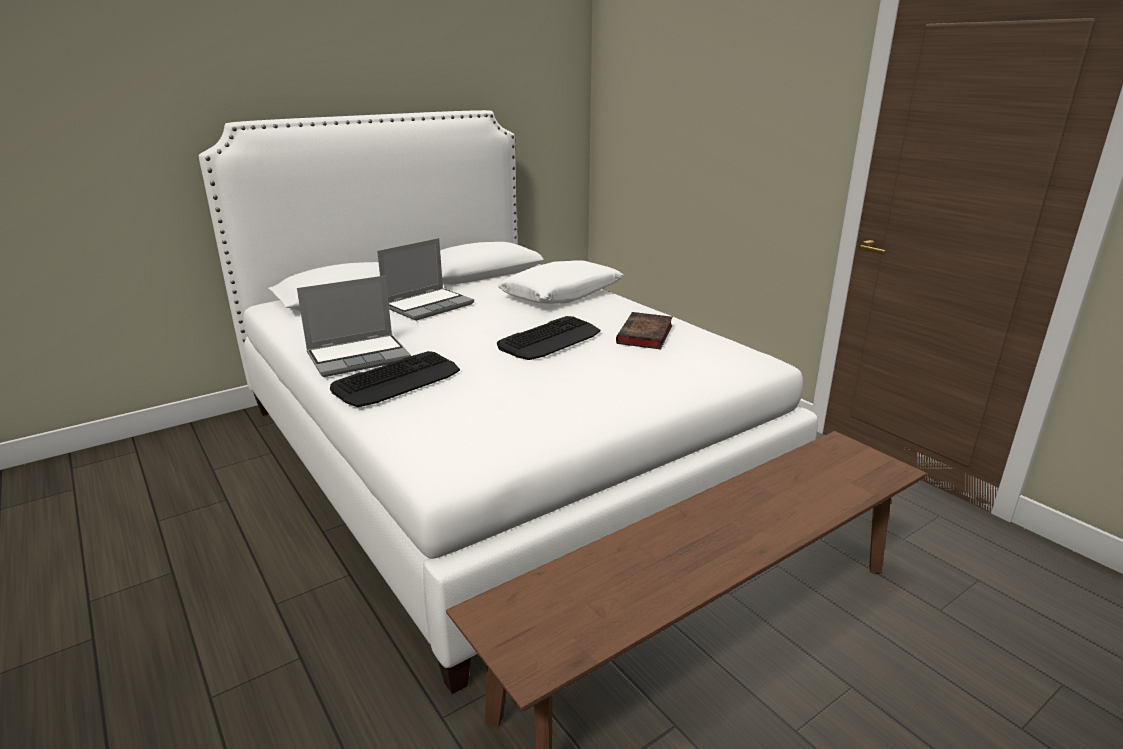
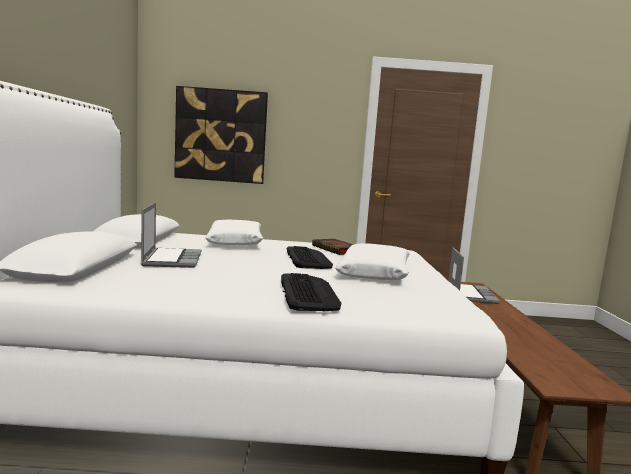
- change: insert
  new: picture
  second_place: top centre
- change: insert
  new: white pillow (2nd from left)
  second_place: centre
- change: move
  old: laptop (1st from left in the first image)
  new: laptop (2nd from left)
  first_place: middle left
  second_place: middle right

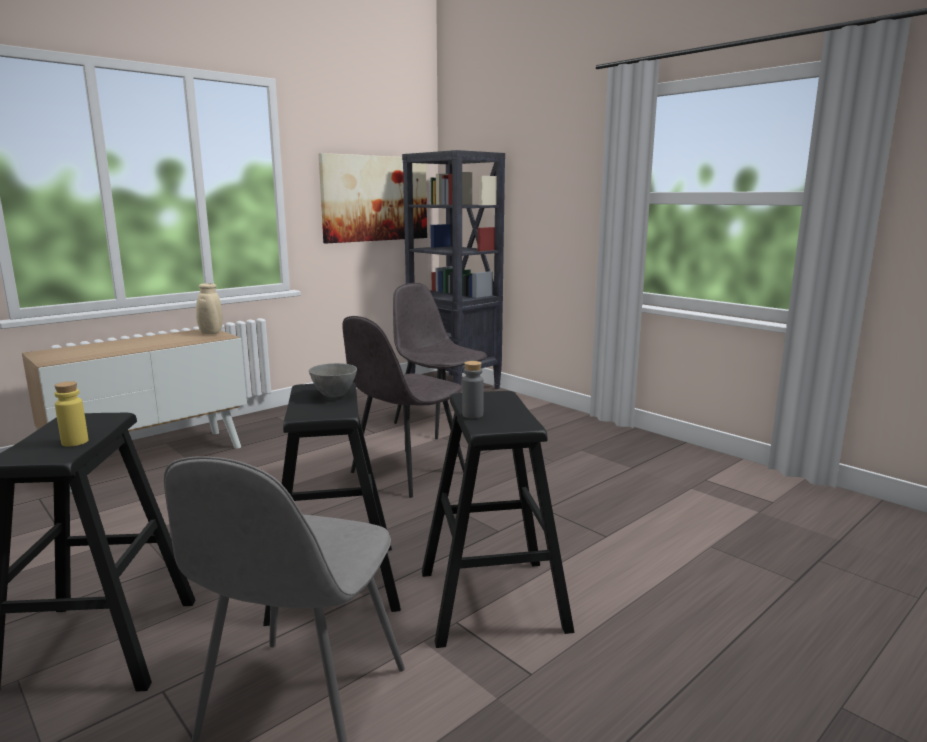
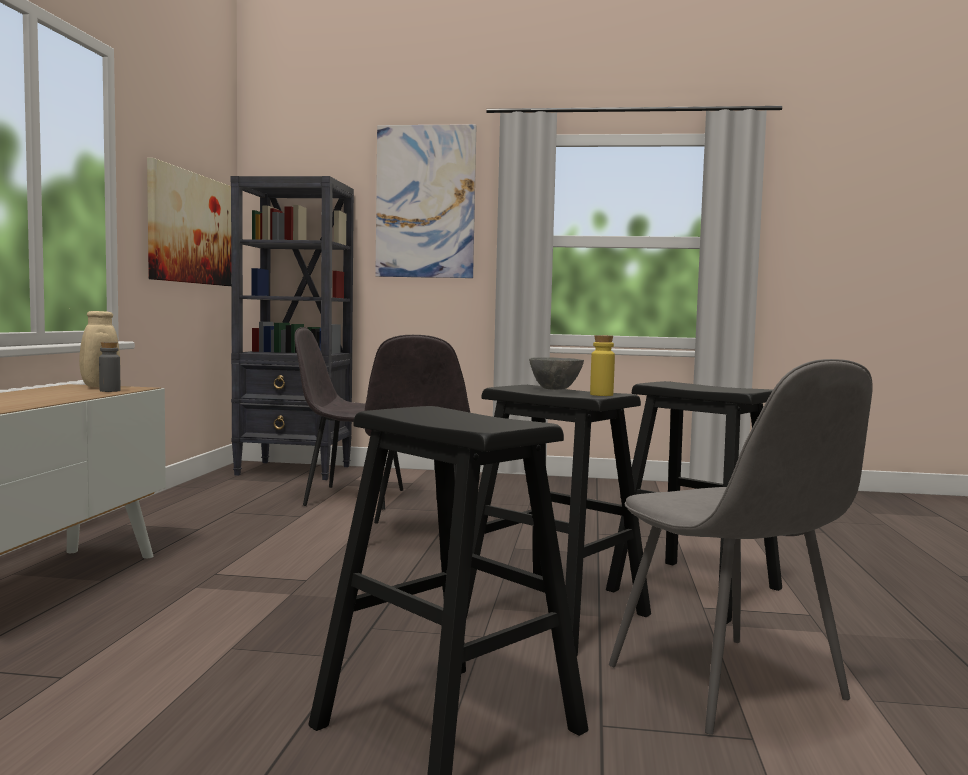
- change: insert
  new: picture (2nd from left)
  second_place: top centre
- change: move
  old: yellow bottle
  first_place: middle left
  second_place: centre
- change: move
  old: grey bottle
  first_place: centre
  second_place: middle left

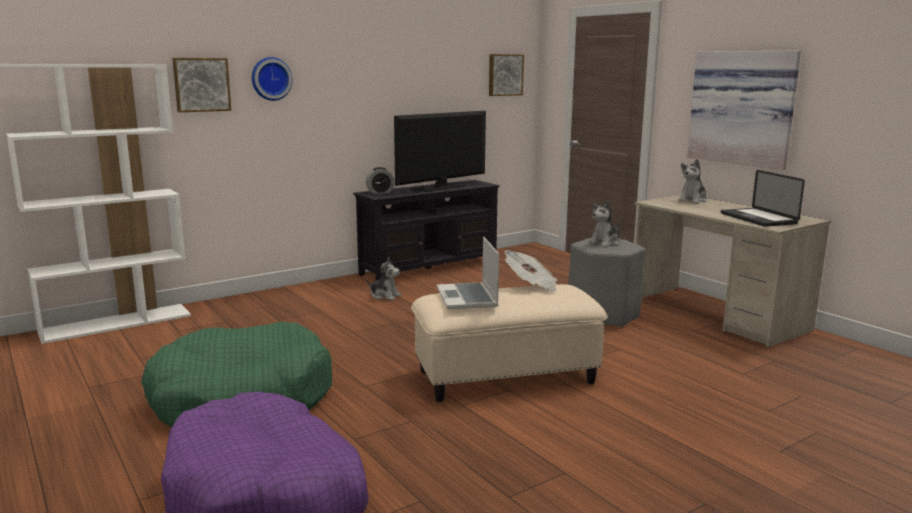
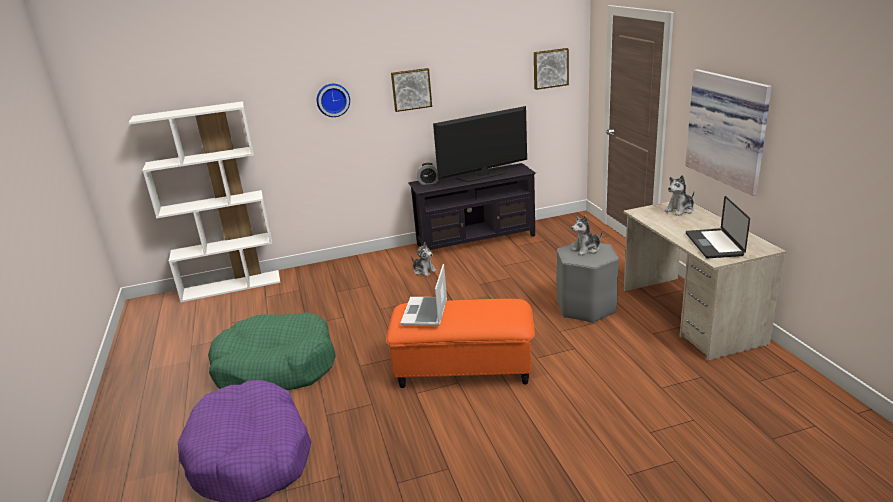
- change: delete
  old: newspaper
  first_place: centre
- change: move
  old: picture (1st from left)
  first_place: top left
  second_place: top centre
- change: recolor
  old: beige ottoman
  new: orange ottoman
  first_place: bottom centre
  second_place: bottom centre

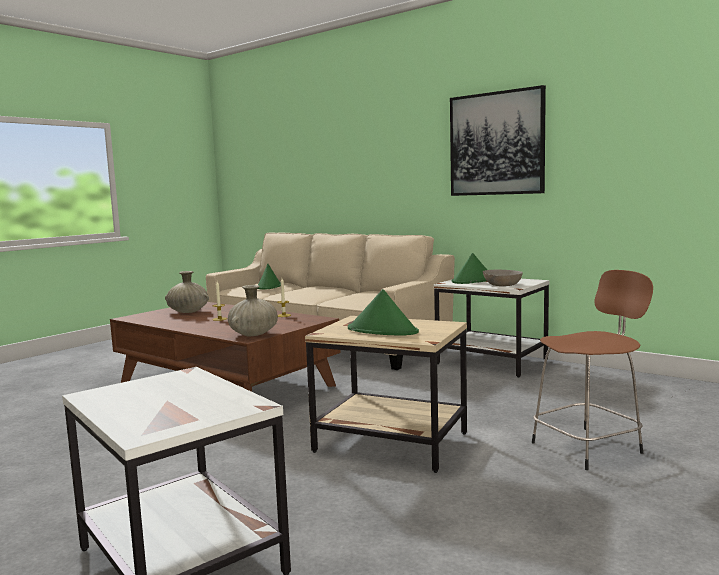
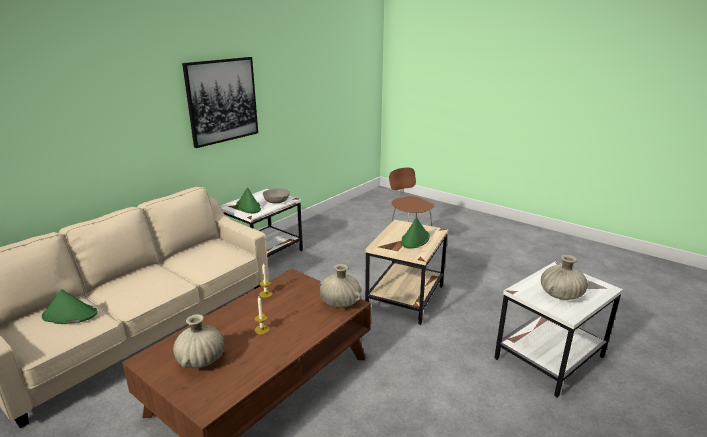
- change: insert
  new: beige vase (3rd from left)
  second_place: middle right

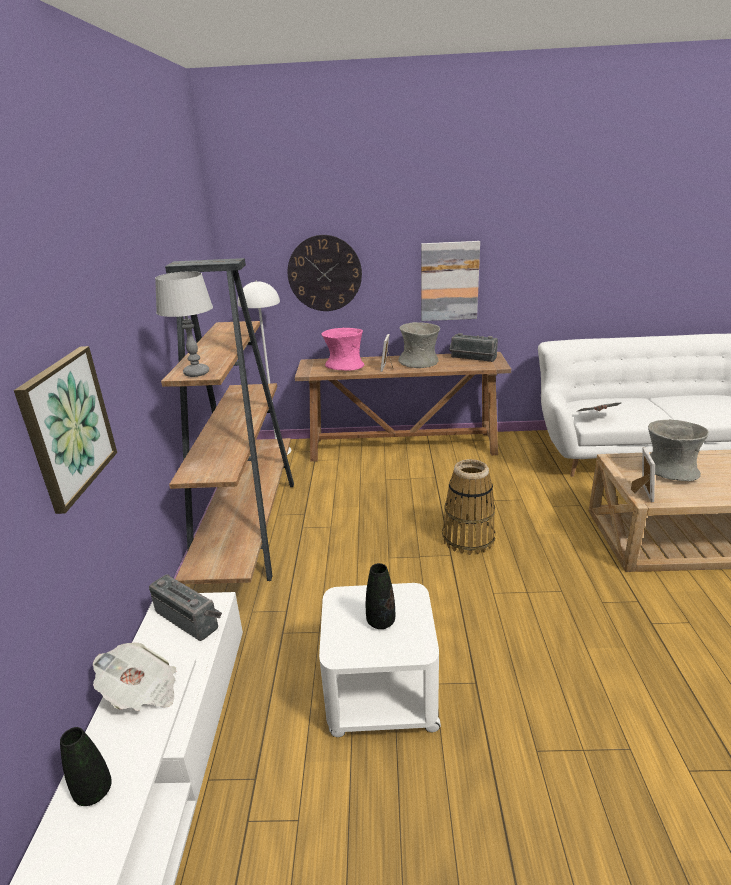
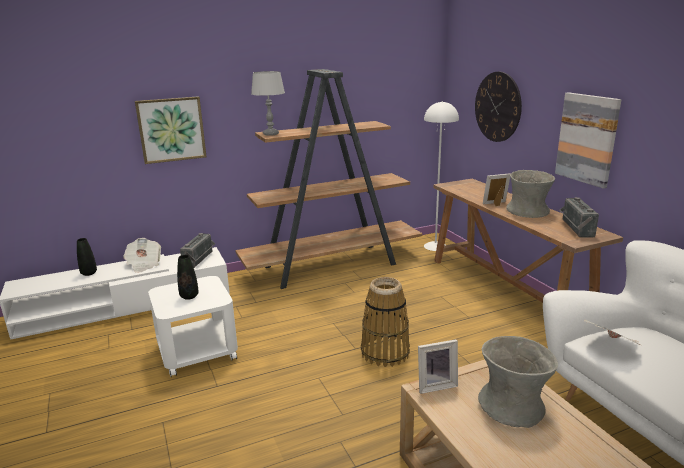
- change: delete
  old: pink vase
  first_place: centre

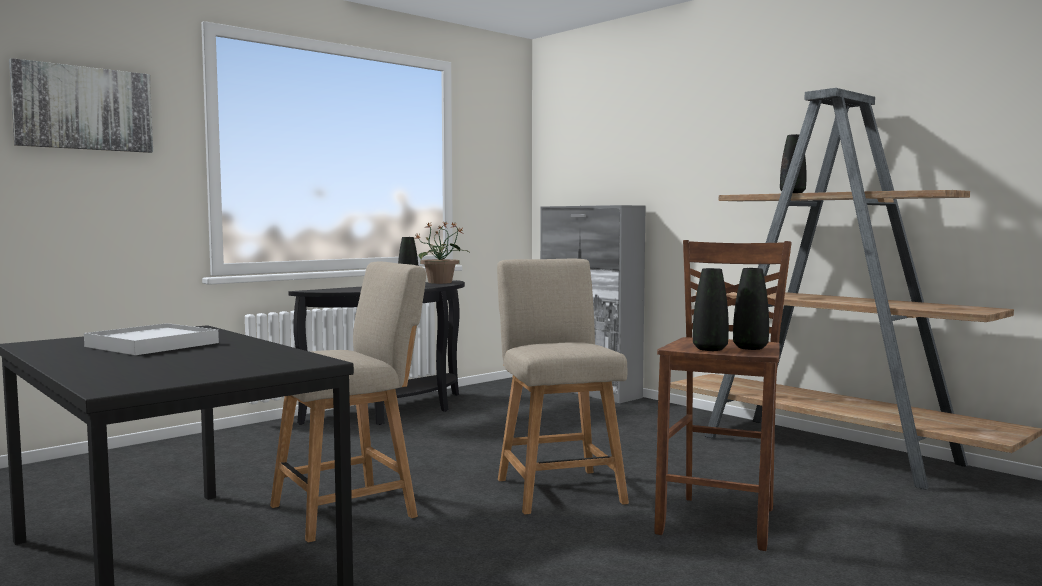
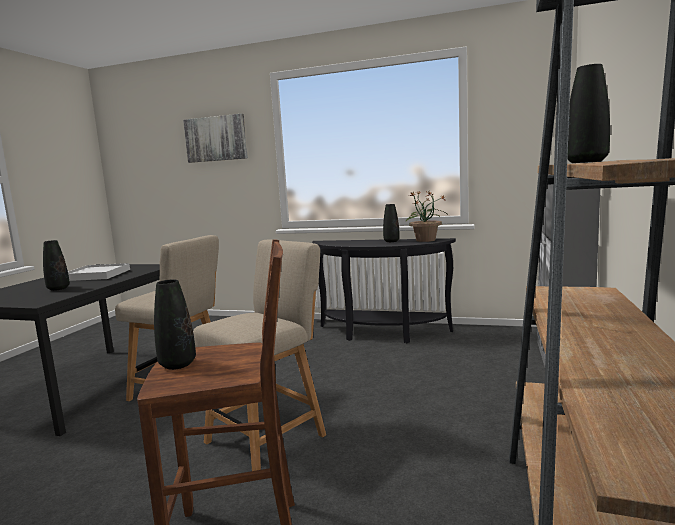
- change: move
  old: black vase (3rd from left in the first image)
  new: black vase (1st from left)
  first_place: middle right
  second_place: middle left

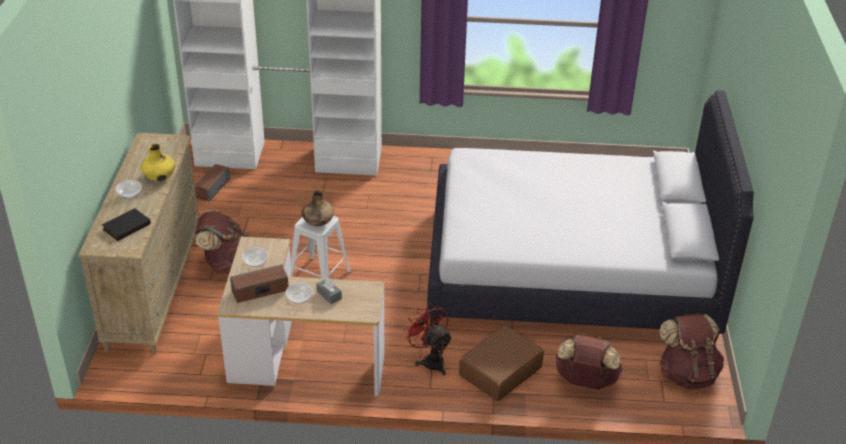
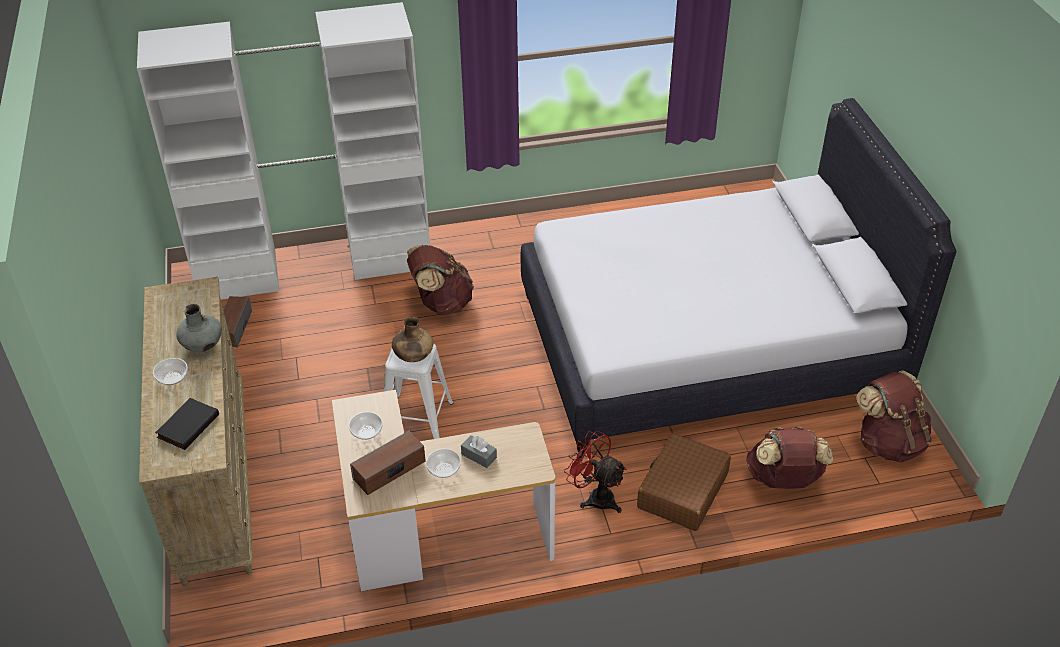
- change: move
  old: brown backpack (1st from left)
  first_place: middle left
  second_place: centre
- change: recolor
  old: yellow vase
  new: grey vase
  first_place: middle left
  second_place: middle left

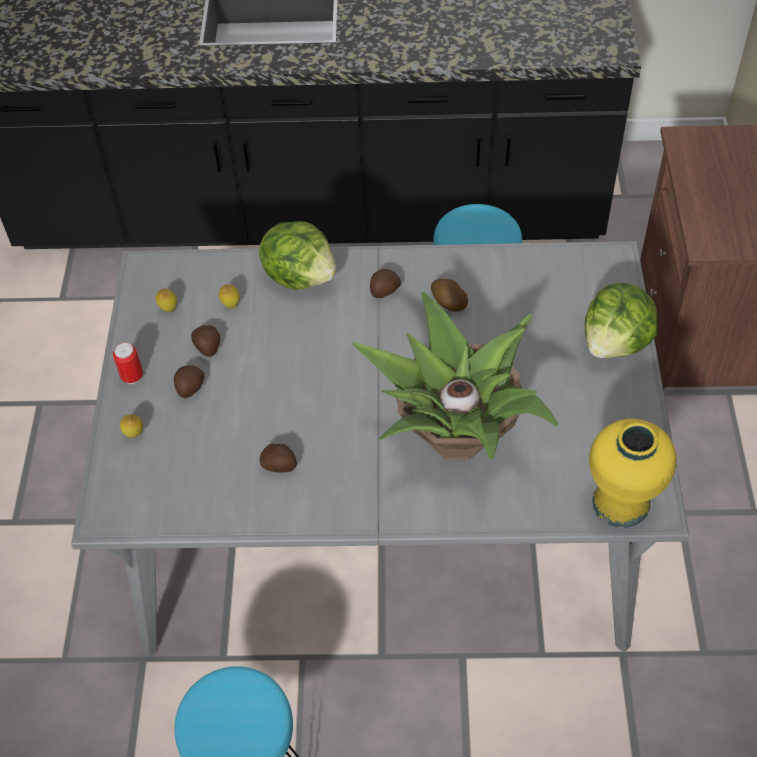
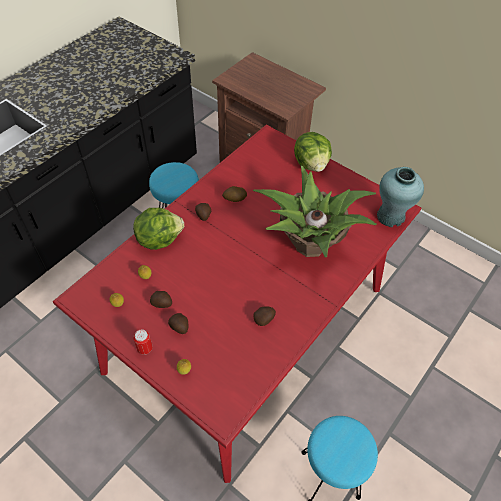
- change: recolor
  old: grey dining table
  new: red dining table
  first_place: centre
  second_place: centre
- change: recolor
  old: yellow vase
  new: turquoise vase
  first_place: middle right
  second_place: middle right

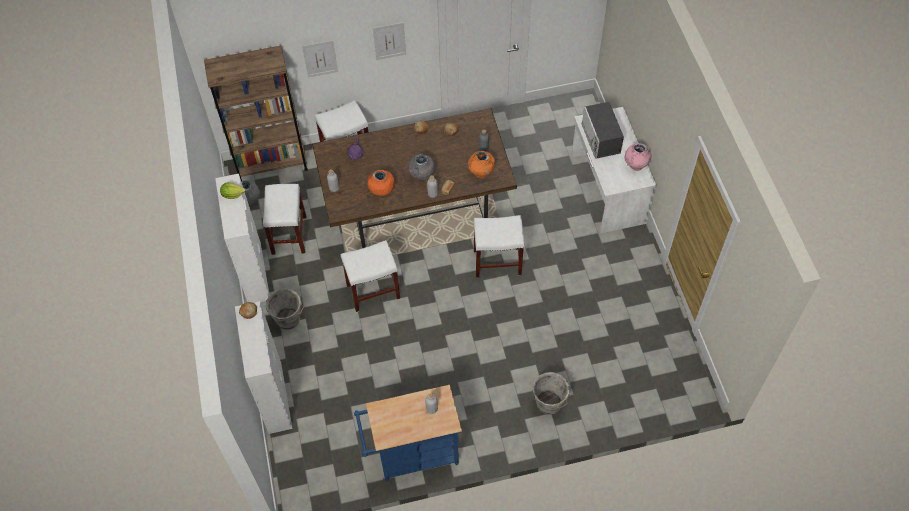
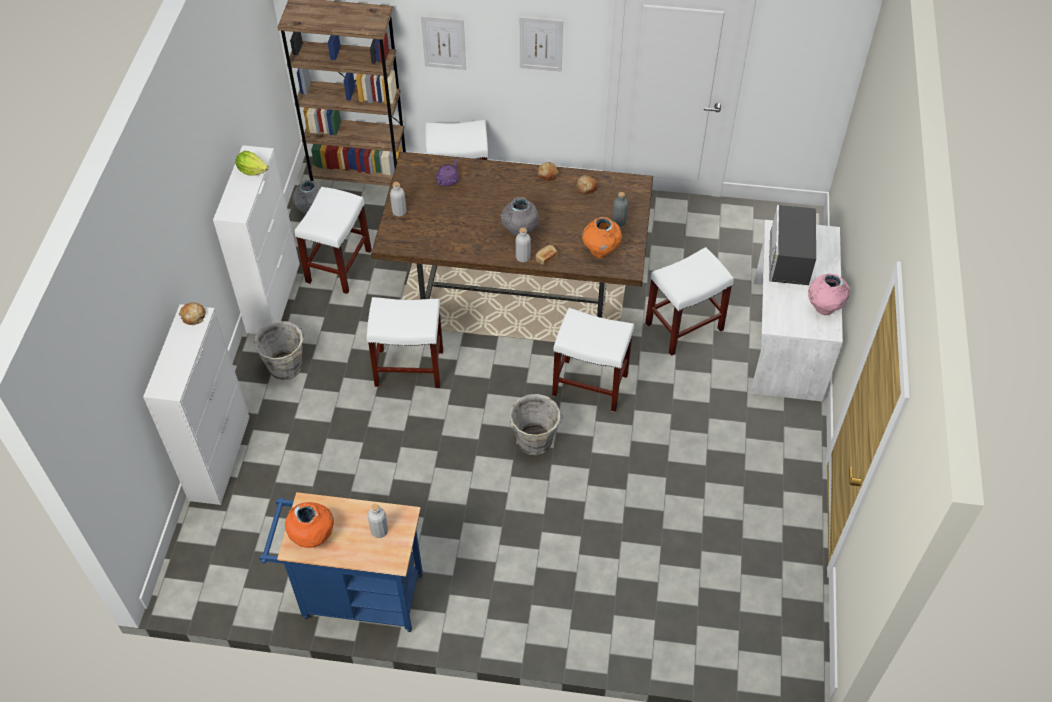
- change: insert
  new: white stool (5th from left)
  second_place: centre
- change: move
  old: orange vase (1st from left)
  first_place: centre
  second_place: bottom left
- change: move
  old: grey bucket (2nd from left)
  first_place: bottom centre
  second_place: centre

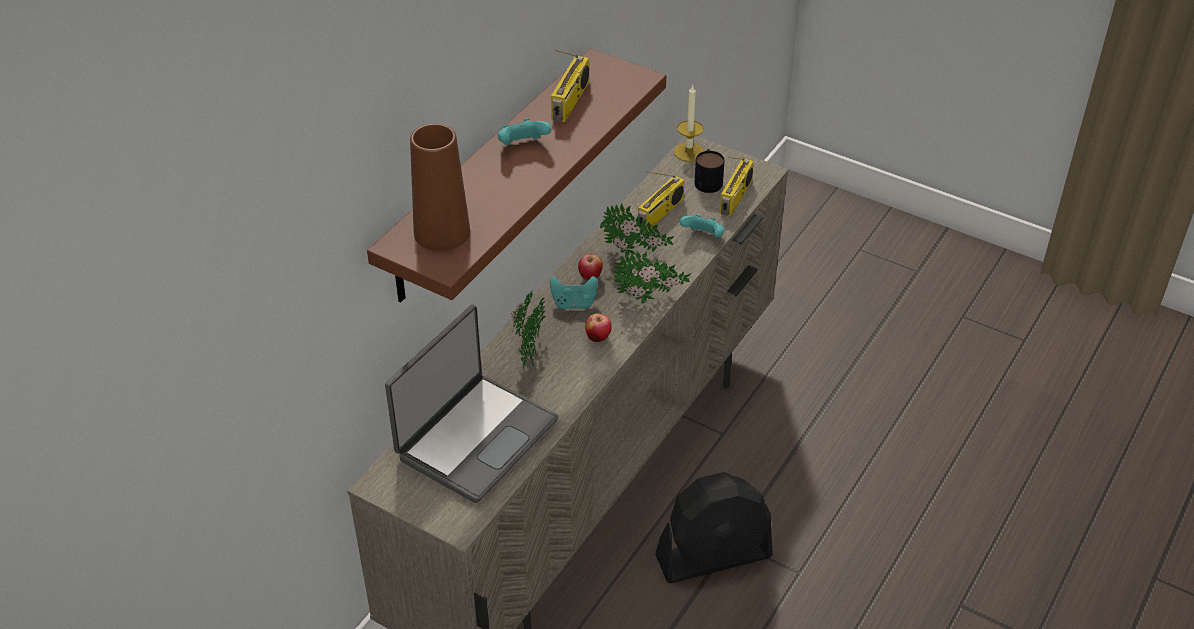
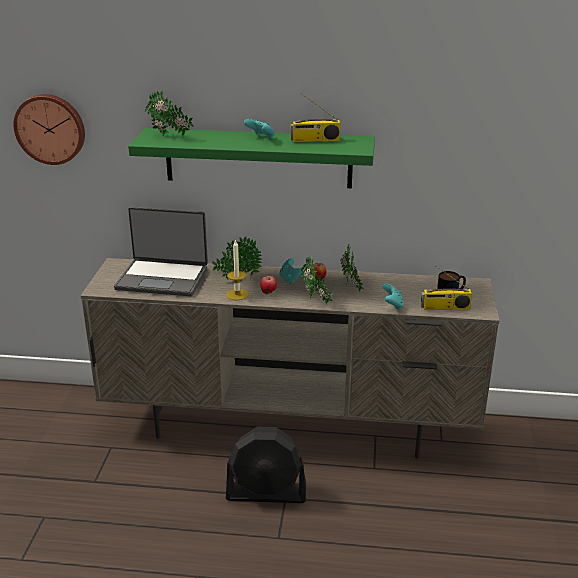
- change: delete
  old: radio (2nd from left)
  first_place: top centre
- change: insert
  new: wall clock
  second_place: top left
- change: move
  old: candle
  first_place: top centre
  second_place: centre
- change: replace
  old: brown vase
  new: potted plant (1st from left)
  first_place: top centre
  second_place: top left
- change: recolor
  old: brown shelf
  new: green shelf
  first_place: top centre
  second_place: top centre
- change: rotate
  old: black fan
  first_place: bottom centre
  second_place: bottom centre
  degrees: -45

